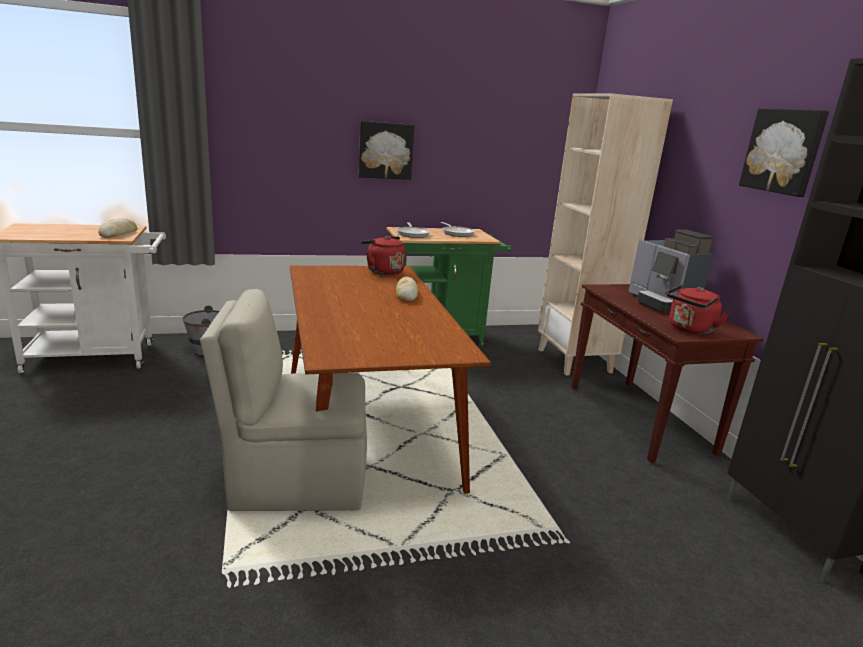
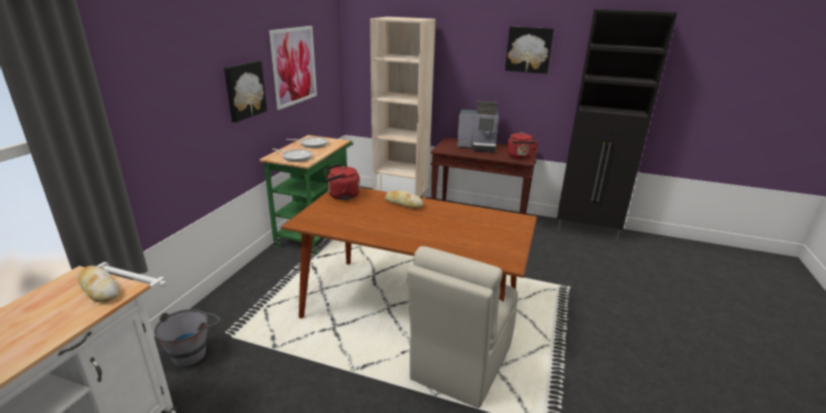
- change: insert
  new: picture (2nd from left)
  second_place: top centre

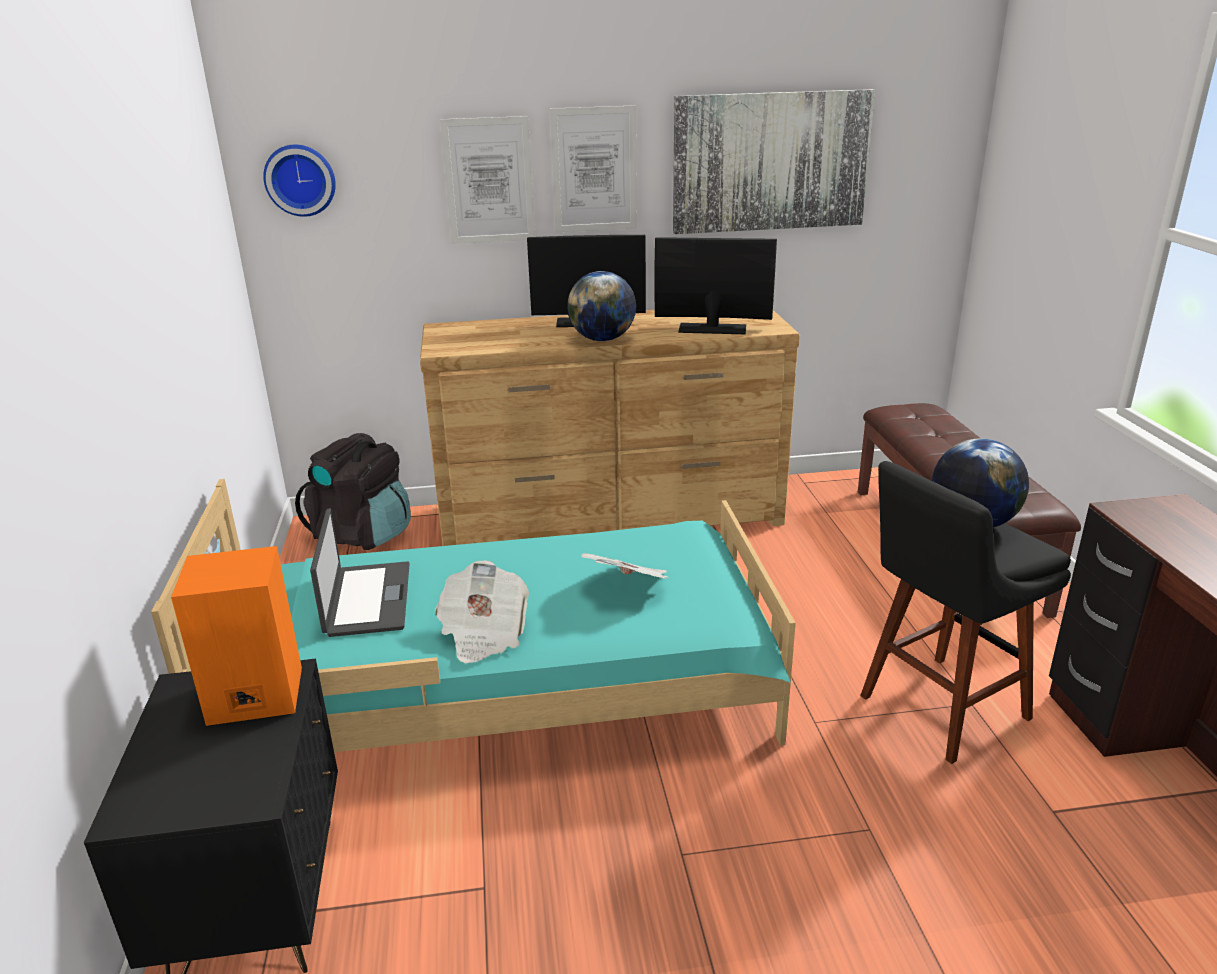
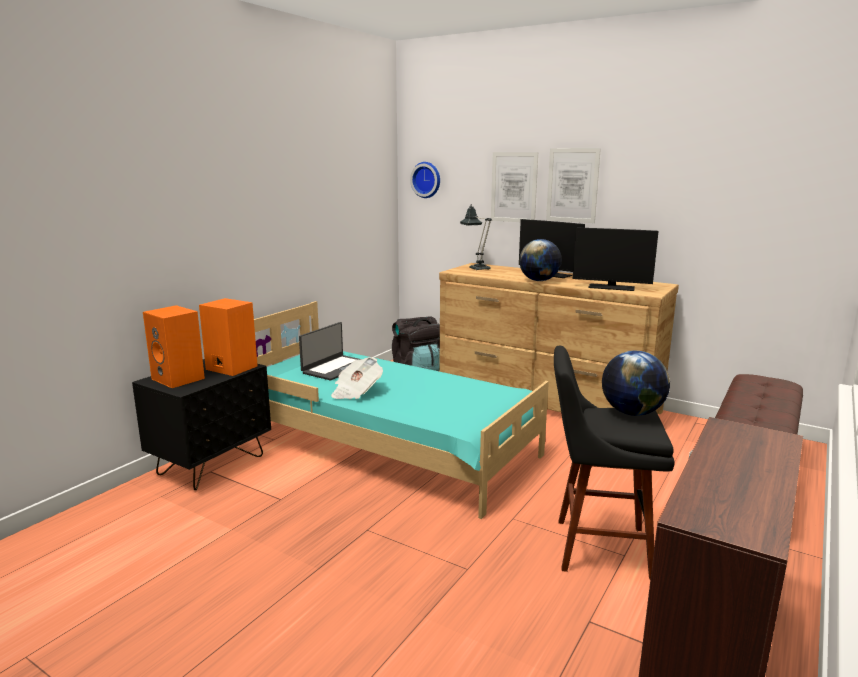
- change: delete
  old: newspaper (2nd from left)
  first_place: centre
- change: delete
  old: picture (3rd from left)
  first_place: top centre
- change: insert
  new: orange speaker (1st from left)
  second_place: middle left
- change: insert
  new: table lamp
  second_place: centre
- change: rotate
  old: monitor (2nd from left)
  first_place: top centre
  second_place: middle right
  degrees: 150

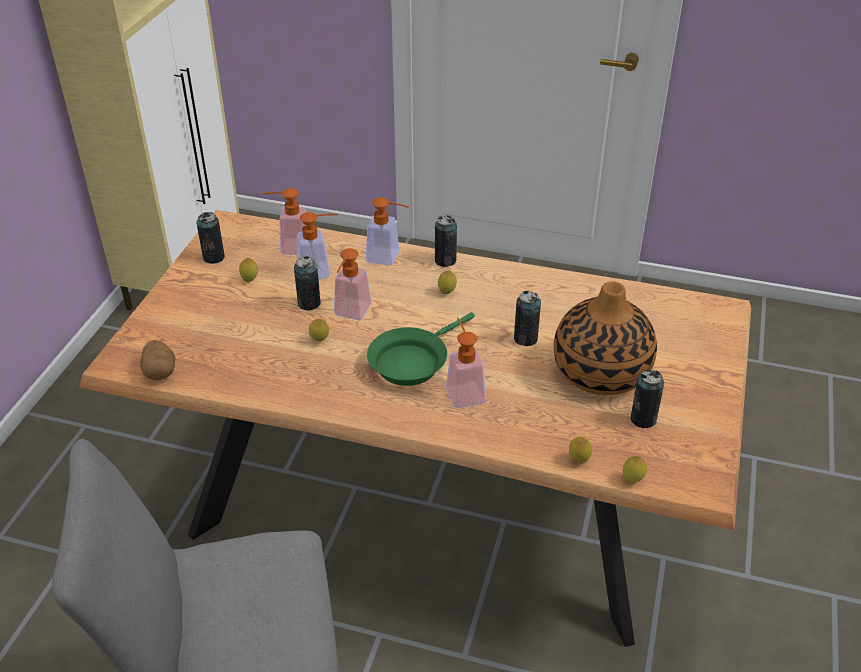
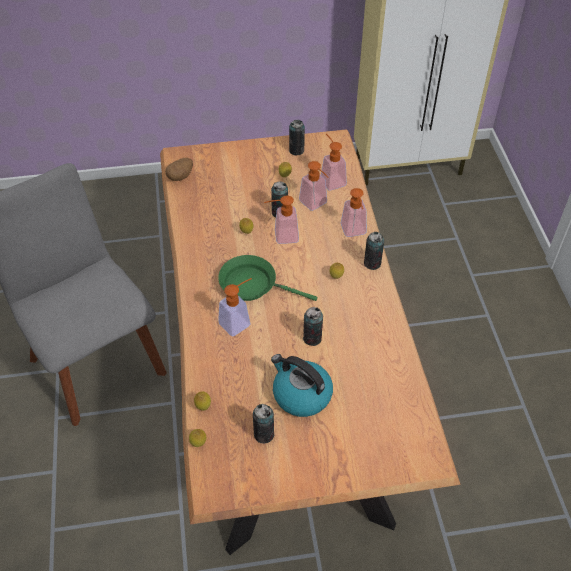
- change: replace
  old: vase
  new: kettle
  first_place: middle right
  second_place: bottom centre

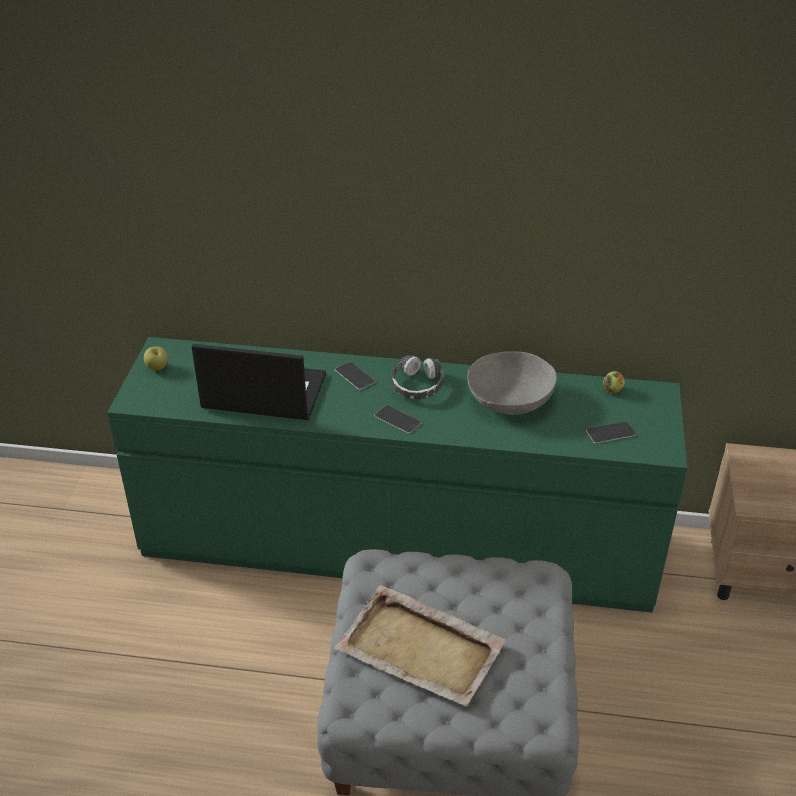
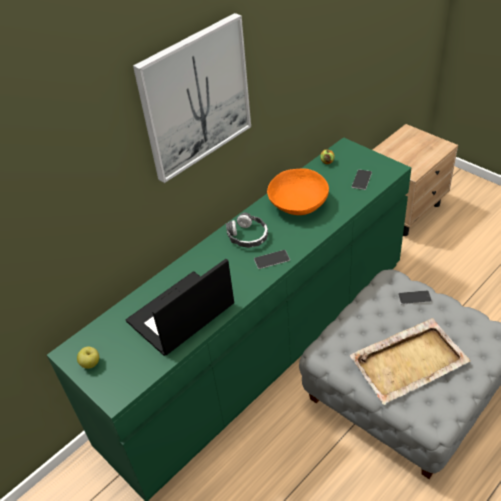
- change: insert
  new: picture
  second_place: top centre
- change: move
  old: phone (1st from left in the first image)
  new: phone (3rd from left)
  first_place: centre
  second_place: middle right
- change: recolor
  old: grey bowl
  new: orange bowl
  first_place: centre
  second_place: centre

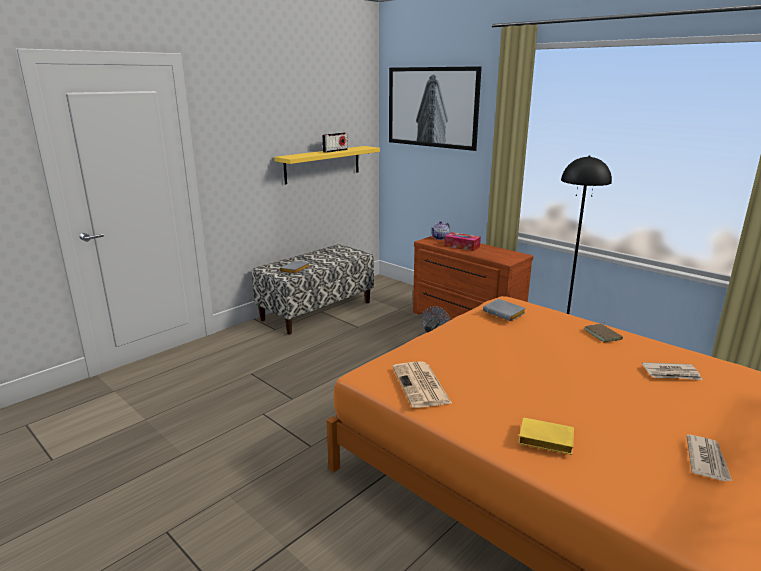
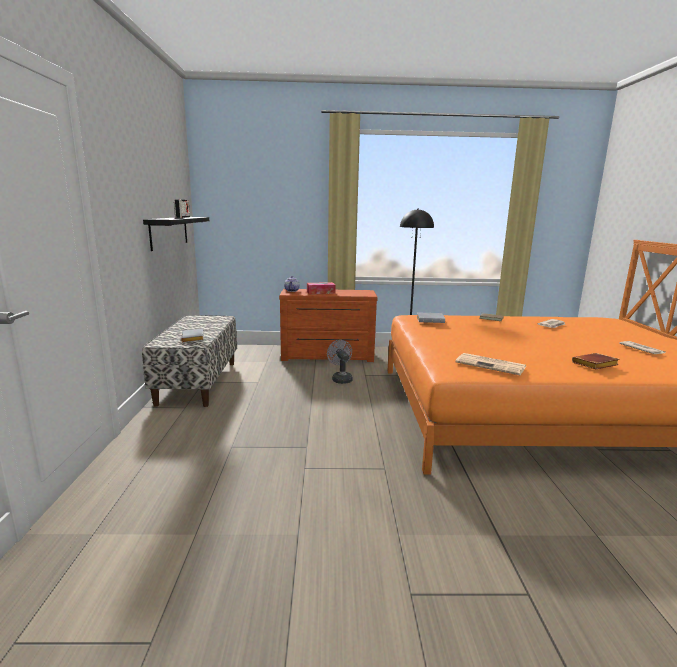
- change: delete
  old: picture
  first_place: top centre
- change: recolor
  old: yellow shelf
  new: black shelf
  first_place: top centre
  second_place: middle left
- change: recolor
  old: yellow book
  new: brown book (2nd from left)
  first_place: bottom right
  second_place: middle right

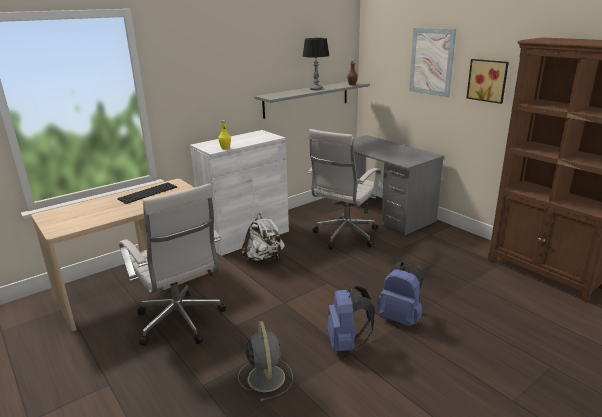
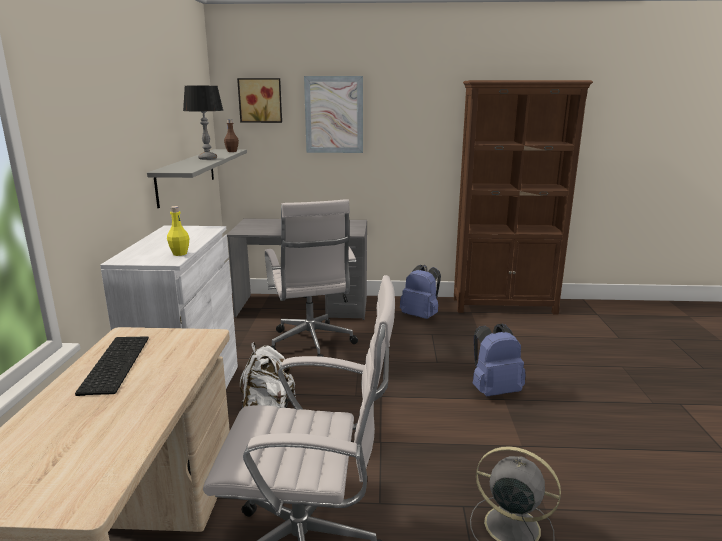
- change: move
  old: blue backpack (1st from left)
  first_place: bottom centre
  second_place: centre
- change: move
  old: picture (2nd from left in the first image)
  new: picture (1st from left)
  first_place: top right
  second_place: top centre

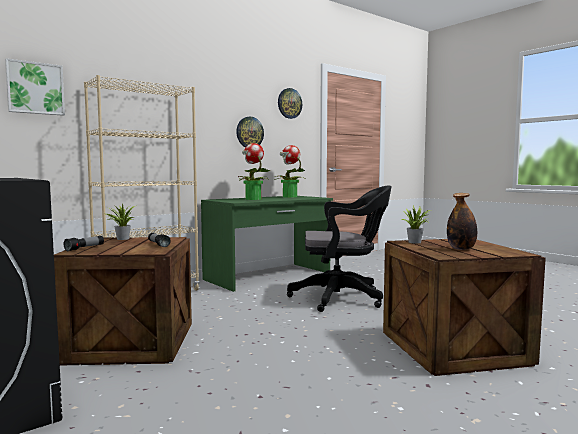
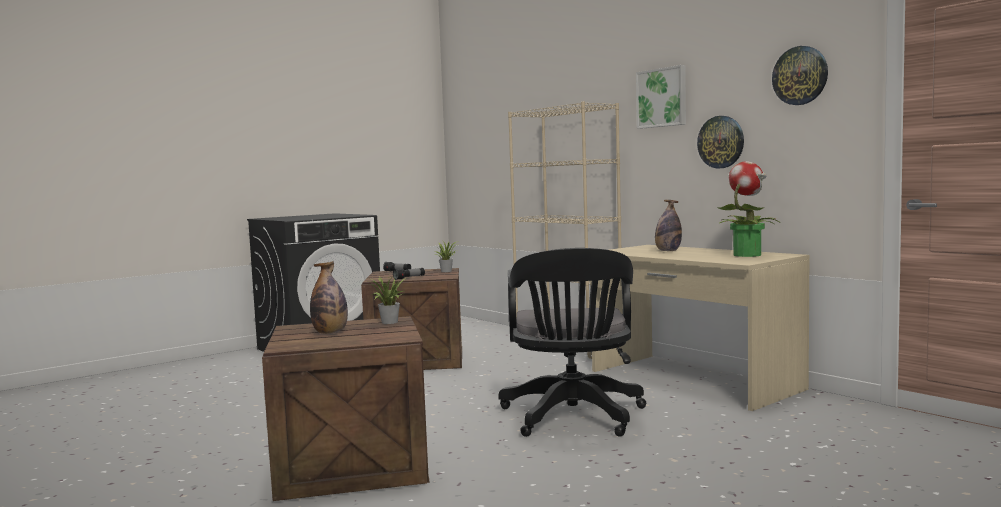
- change: move
  old: picture
  first_place: top left
  second_place: top centre
- change: replace
  old: potted plant (2nd from left)
  new: bottle (2nd from left)
  first_place: centre
  second_place: middle right
- change: recolor
  old: green desk
  new: beige desk
  first_place: centre
  second_place: middle right

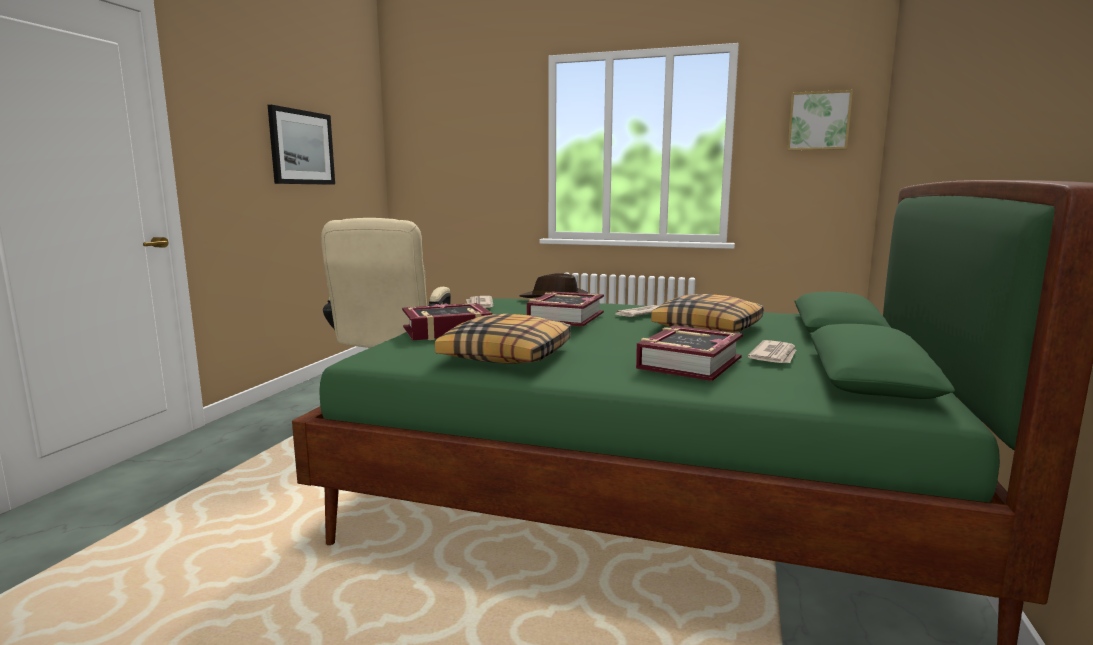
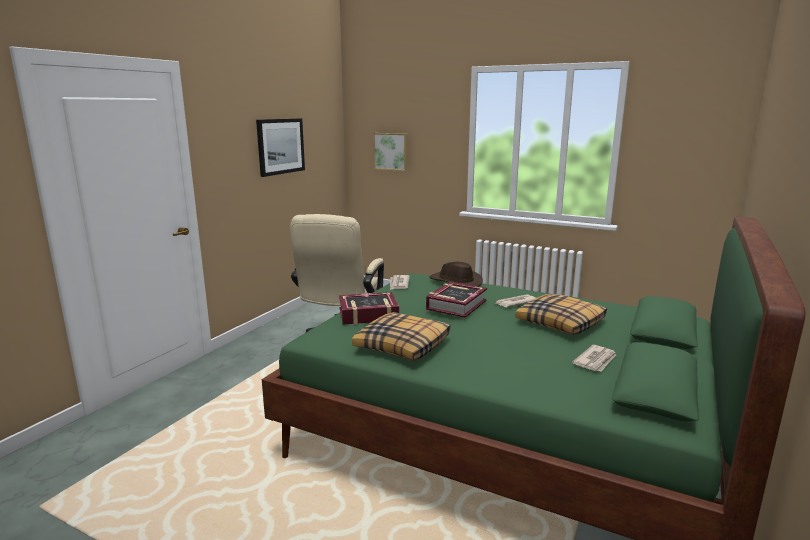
- change: delete
  old: book (3rd from left)
  first_place: centre
- change: move
  old: picture (2nd from left)
  first_place: top right
  second_place: top centre

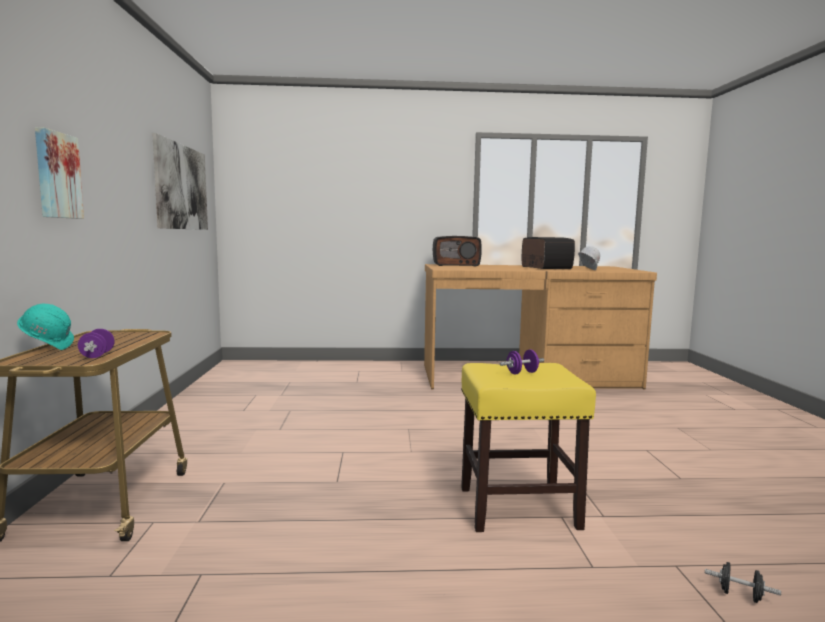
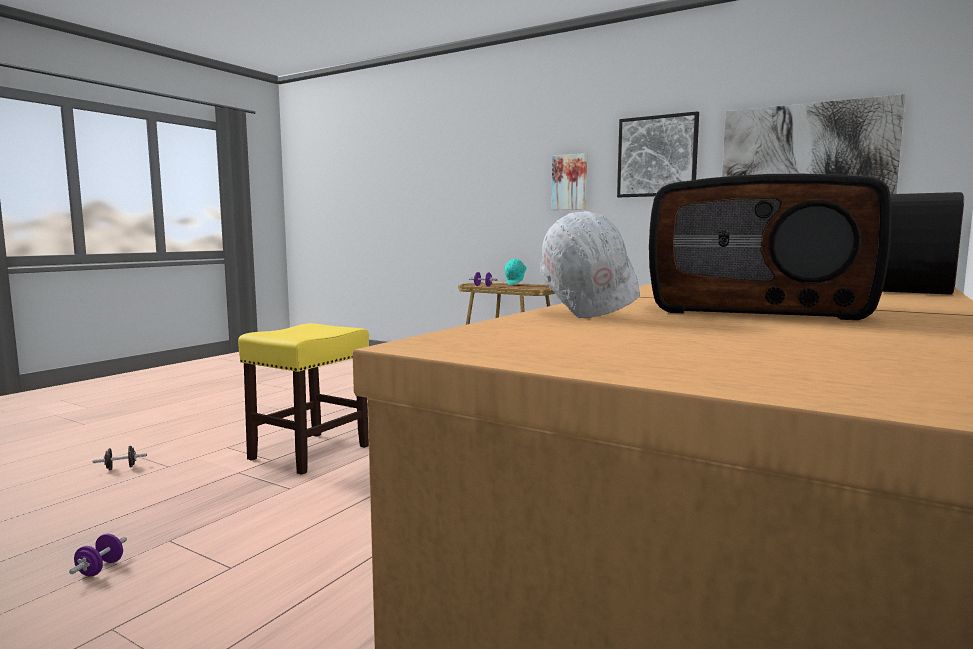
- change: insert
  new: picture (2nd from left)
  second_place: top right
- change: move
  old: purple dumbbell (2nd from left in the first image)
  new: purple dumbbell (1st from left)
  first_place: centre
  second_place: bottom left

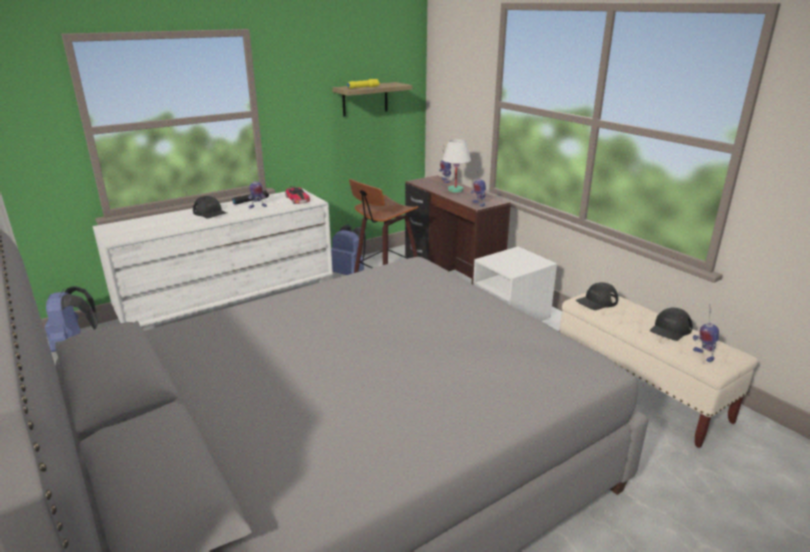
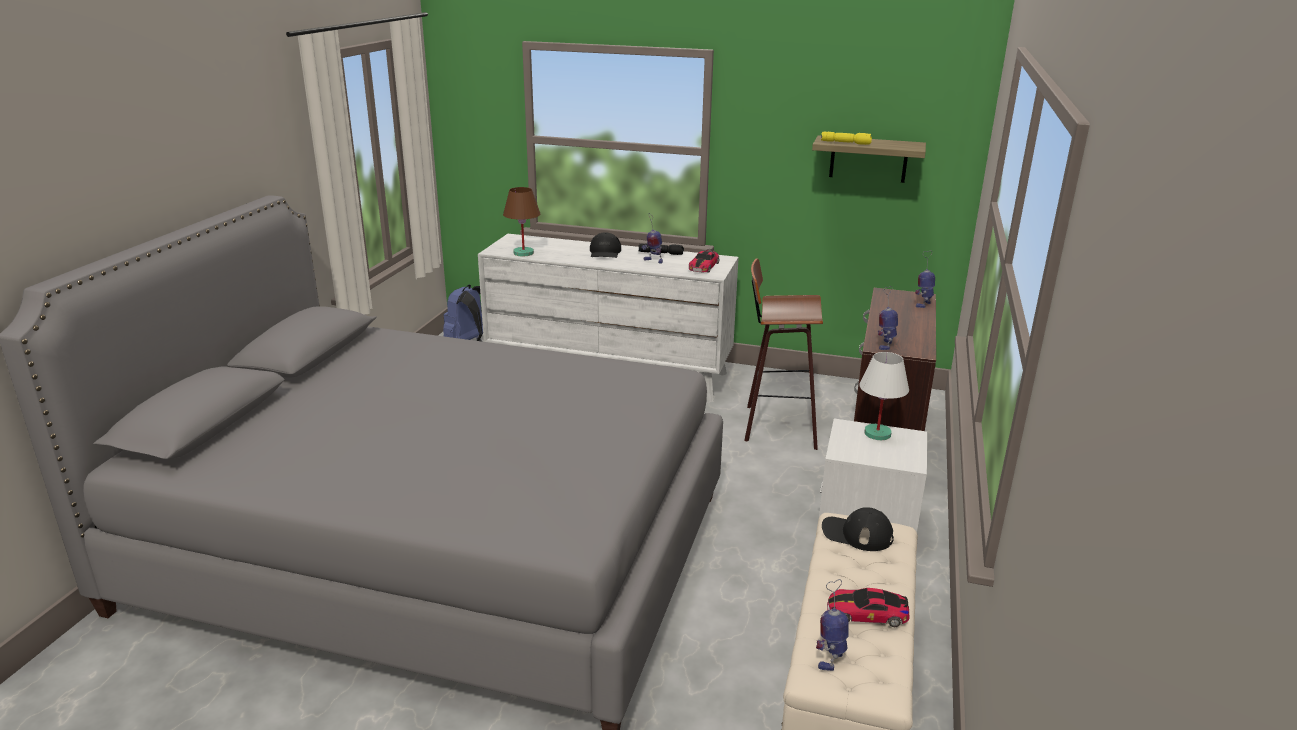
- change: delete
  old: blue backpack (2nd from left)
  first_place: centre
- change: insert
  new: brown table lamp
  second_place: top centre
- change: move
  old: white table lamp
  first_place: top centre
  second_place: middle right
- change: replace
  old: black cap (3rd from left)
  new: toy car (2nd from left)
  first_place: middle right
  second_place: bottom right

